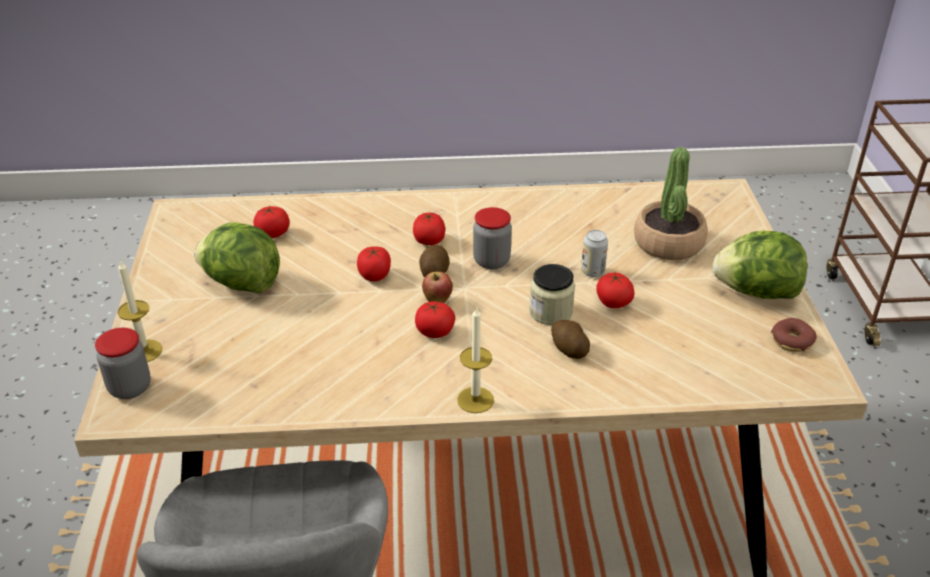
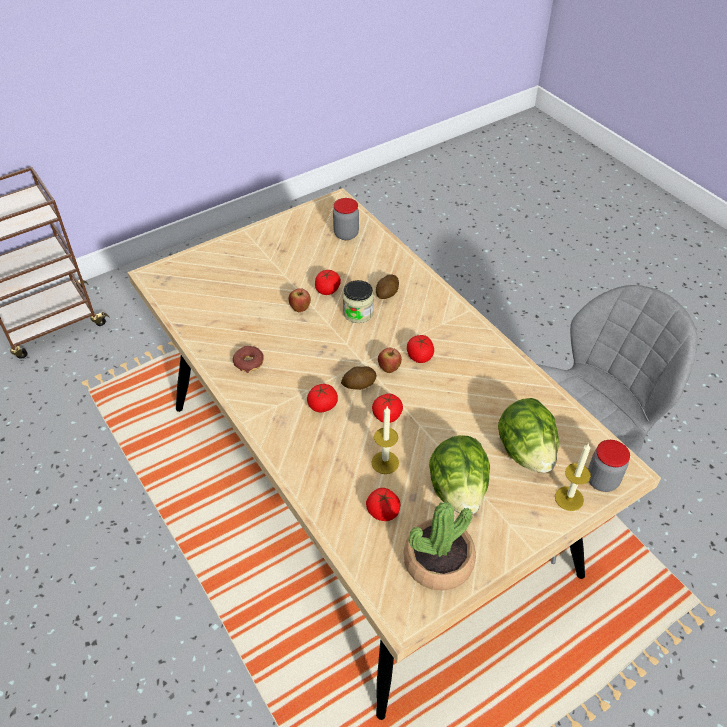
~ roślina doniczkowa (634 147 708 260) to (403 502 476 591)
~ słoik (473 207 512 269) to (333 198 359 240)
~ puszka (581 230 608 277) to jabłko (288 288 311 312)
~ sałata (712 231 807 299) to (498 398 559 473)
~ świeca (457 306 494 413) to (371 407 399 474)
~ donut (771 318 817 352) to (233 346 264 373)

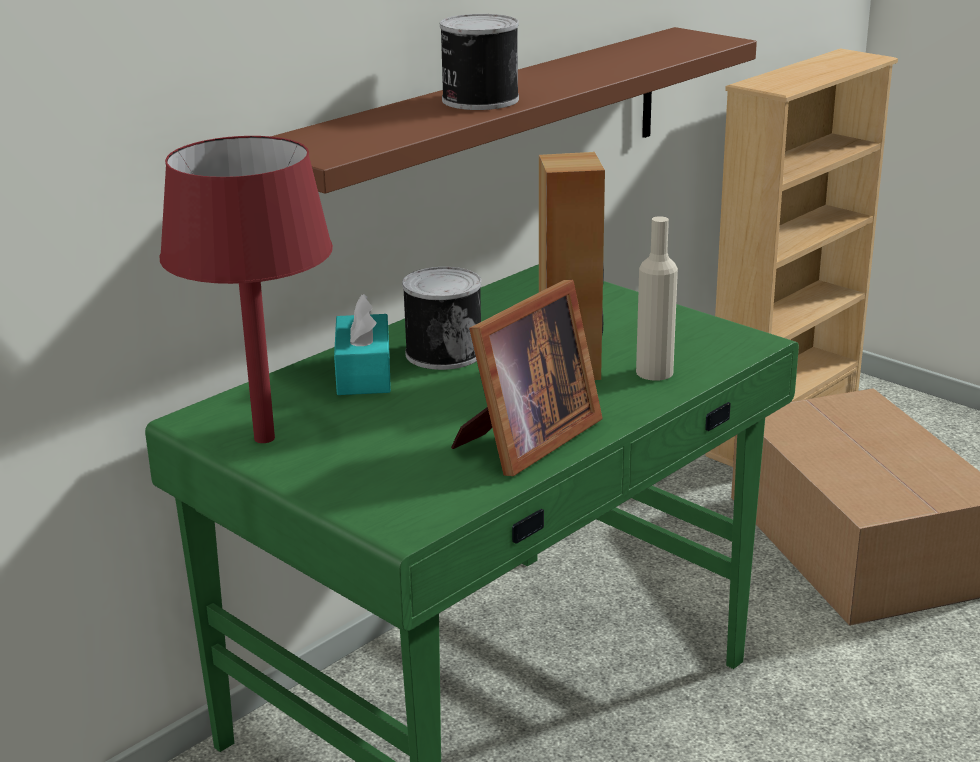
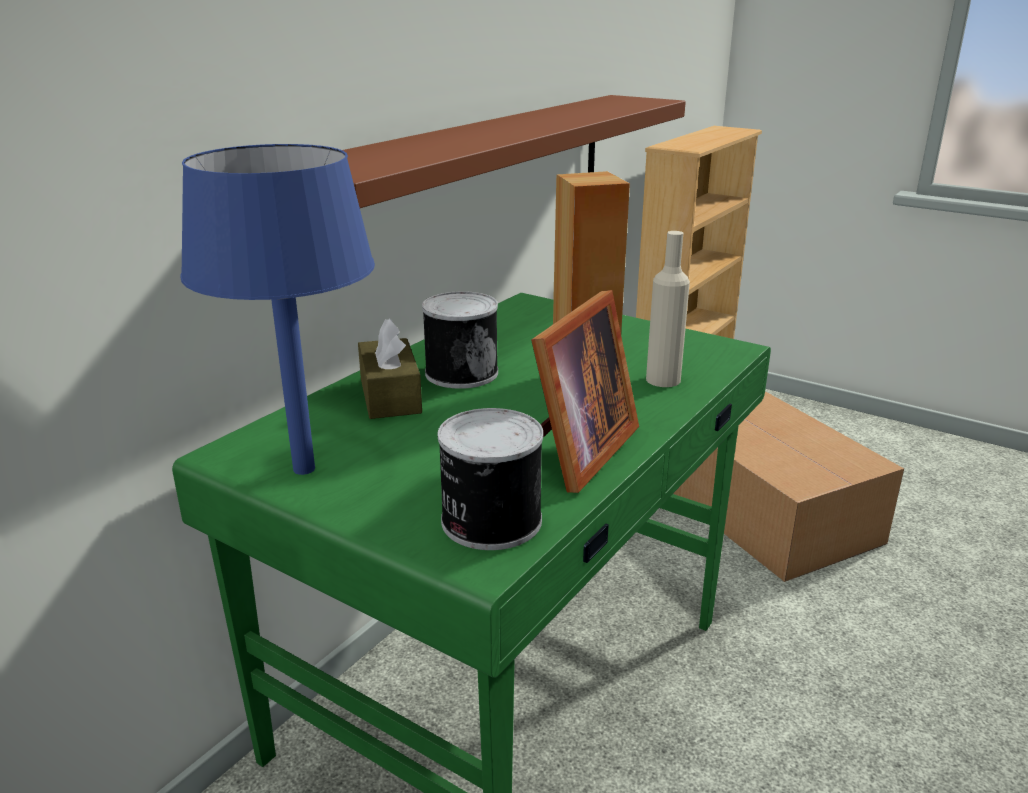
~ puszka (440 14 519 110) to (438 408 543 550)
~ lampa stołowa/czerwony (160 136 333 443) to lampa stołowa/niebieski (180 144 375 475)
~ pudełko chusteczek/turkusowy (334 294 391 395) to pudełko chusteczek/brązowy (358 318 422 419)

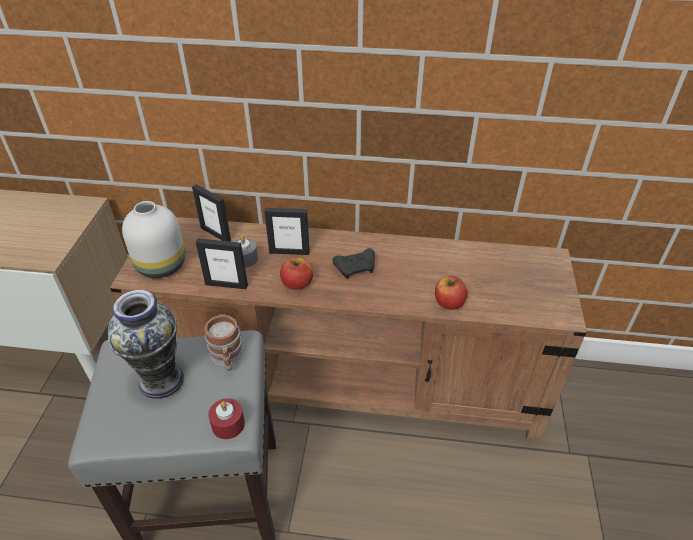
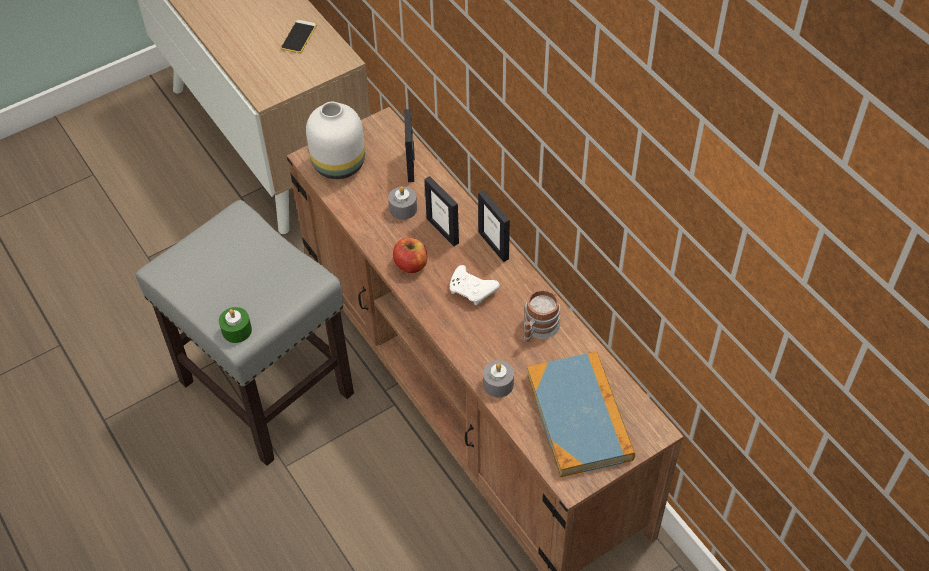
~ ramka na zdjęcie (196 238 248 289) to (478 190 510 262)
~ pad do gier/czarny (332 248 375 279) to pad do gier/biały (450 265 500 305)
~ jabłko (435 275 467 310) to świeca/szary (483 360 514 398)
- wazon (108 290 184 399)
~ kubek (205 314 244 371) to (523 289 560 342)
~ świeca/czerwony (208 398 245 439) to świeca/zielony (219 307 252 343)
+ telefon (281 20 317 53)
+ książka (527 351 635 477)

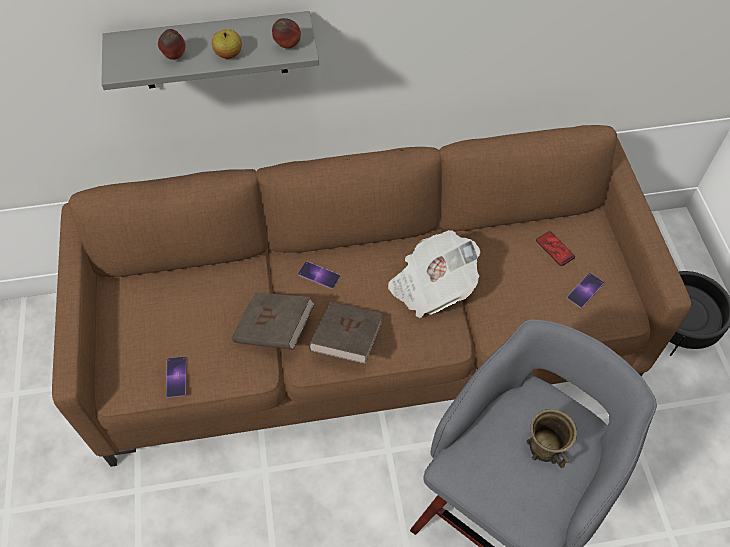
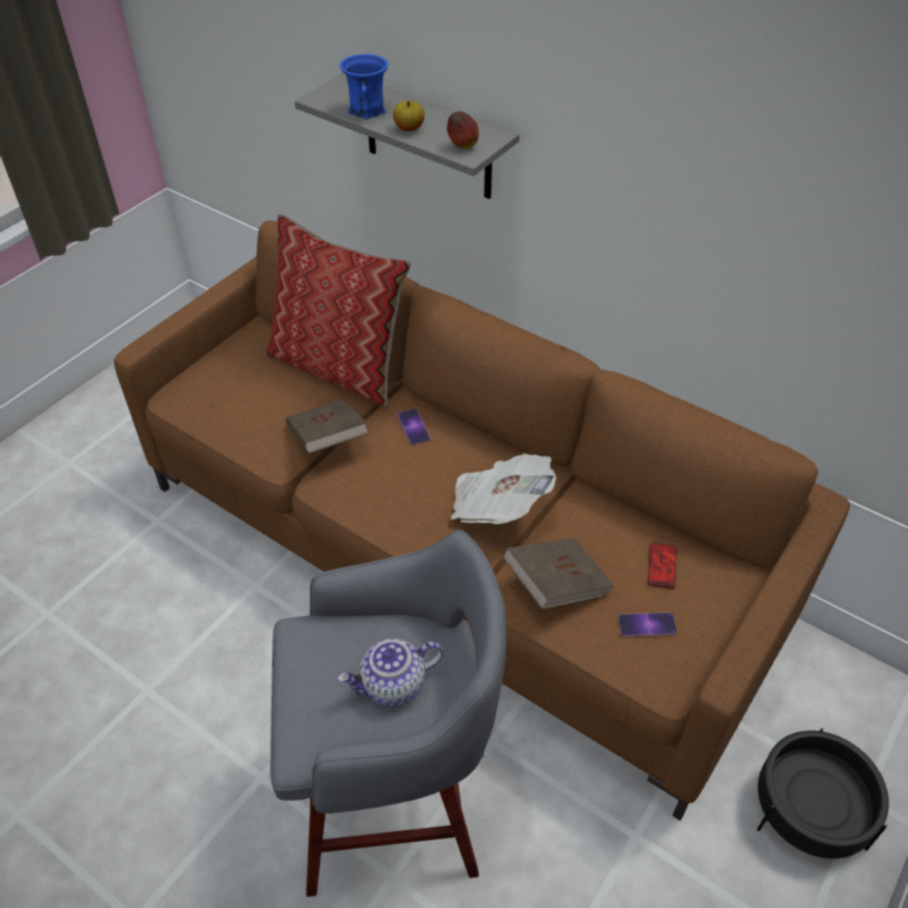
~ jabłko (158 29 186 60) to kubek/niebieski (340 54 388 120)
~ książka/brązowy (309 302 383 365) to (503 538 614 609)
- telefon (166 356 186 398)
~ kubek/brązowy (527 409 577 468) to imbryk (338 638 443 707)
+ poduszka (266 214 411 408)

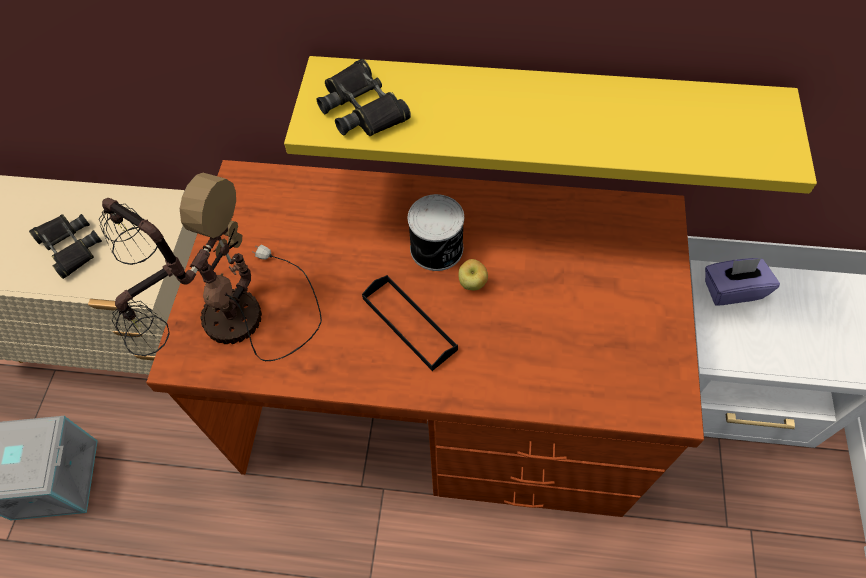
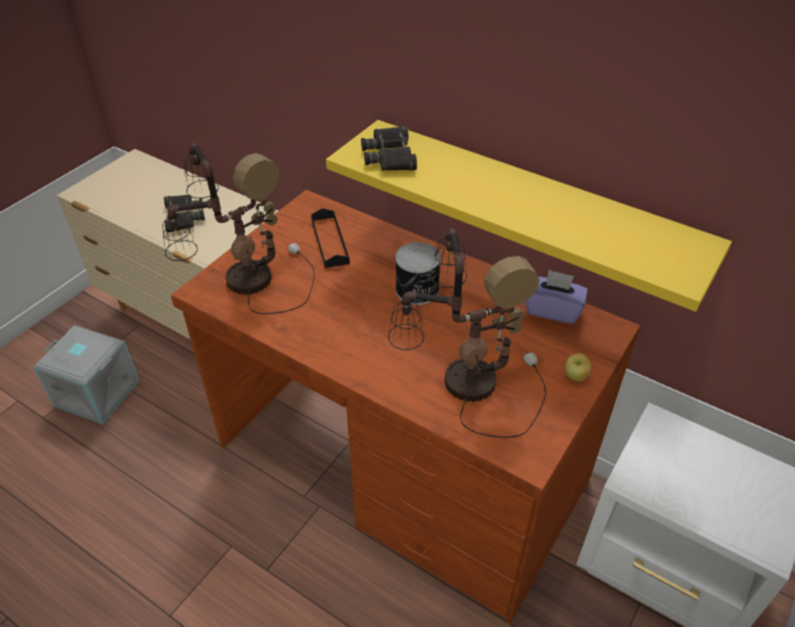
~ pudełko chusteczek/fioletowy (705 258 780 306) to (525 269 588 324)
~ jabłko (459 259 488 290) to (565 353 592 382)
~ taca/czarny (362 275 458 371) to (311 208 350 268)
+ lampa stołowa (388 228 546 438)

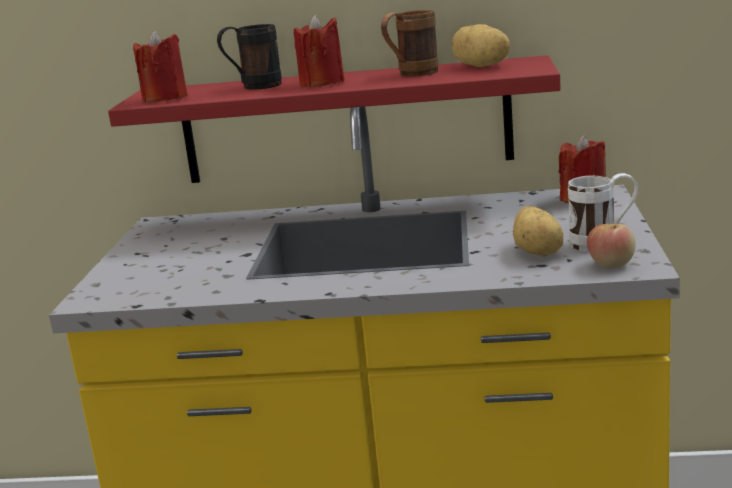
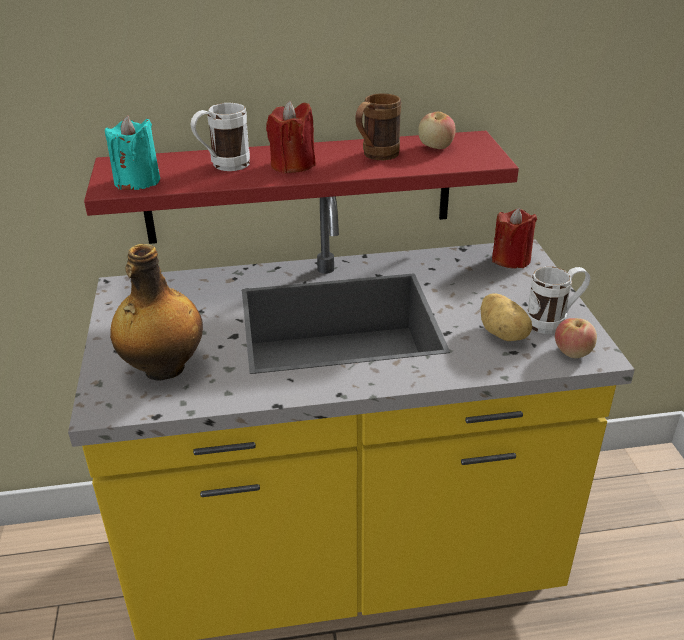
~ kubek/czarny (217 24 282 90) to kubek/biały (191 103 250 171)
~ ziemniak (451 24 510 67) to jabłko (418 112 455 149)
~ świeca/czerwony (133 30 188 103) to świeca/turkusowy (105 115 160 190)
+ butelka (110 244 203 380)

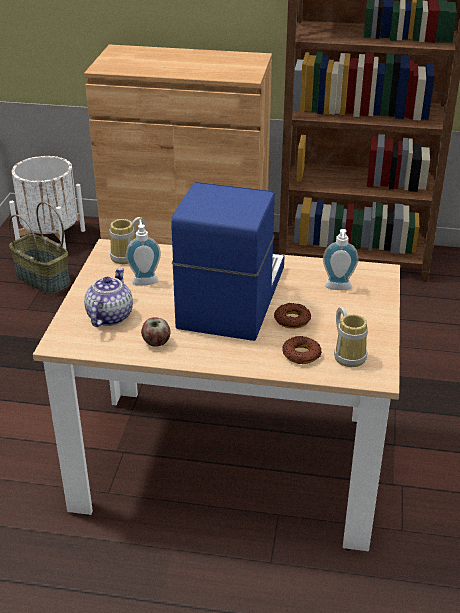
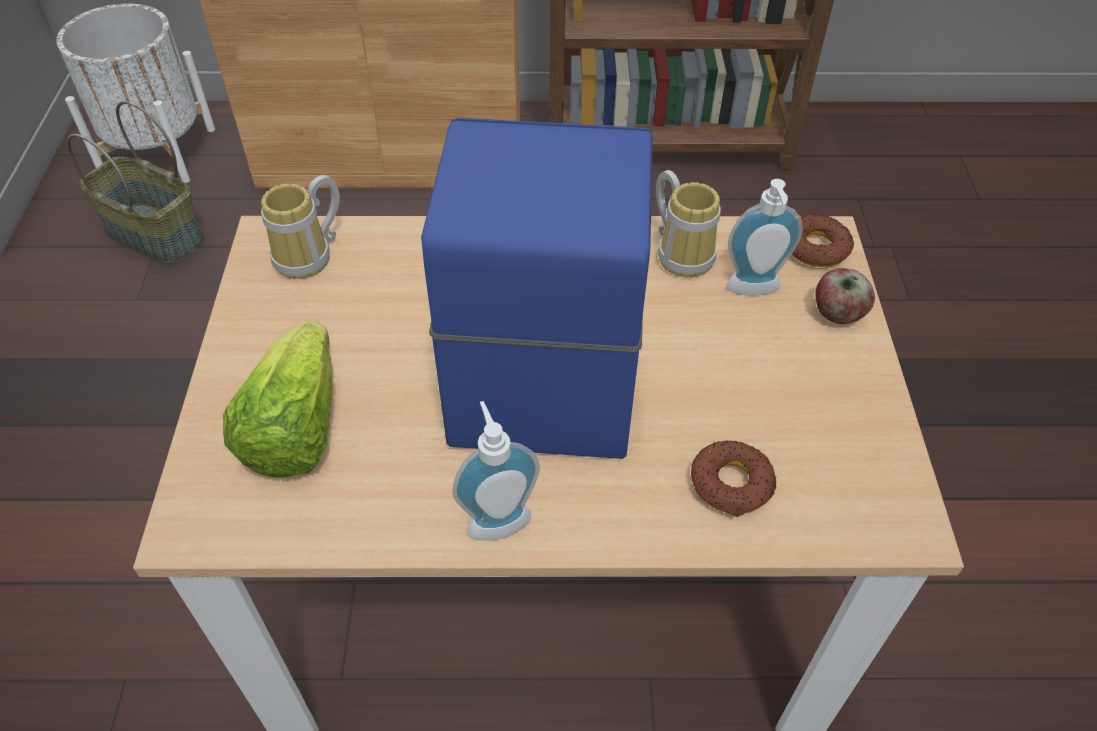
~ dozownik mydła (126 220 161 286) to (452 401 540 540)
~ imbryk (84 268 133 327) to sałata (223 321 333 477)
~ donut (274 303 311 329) to (792 214 854 267)
~ kubek (334 307 368 367) to (656 170 721 277)
~ jabłko (141 317 170 347) to (815 268 875 324)

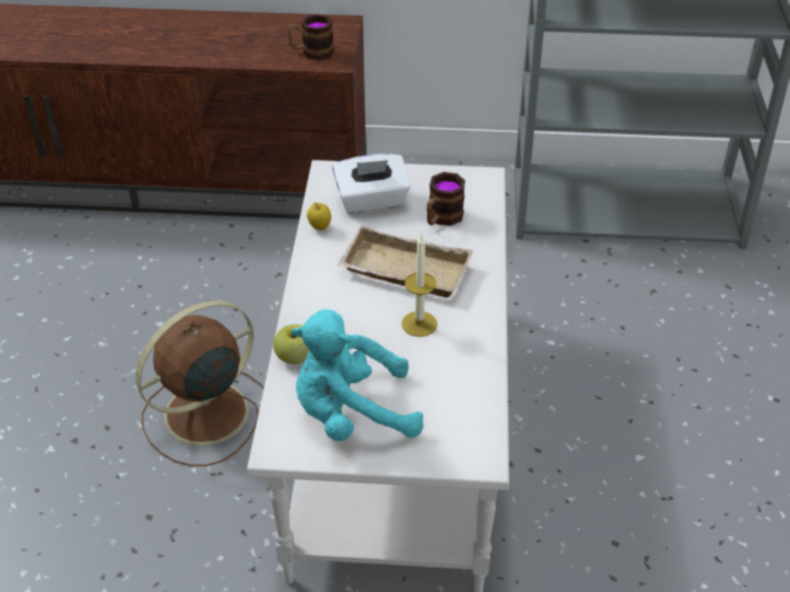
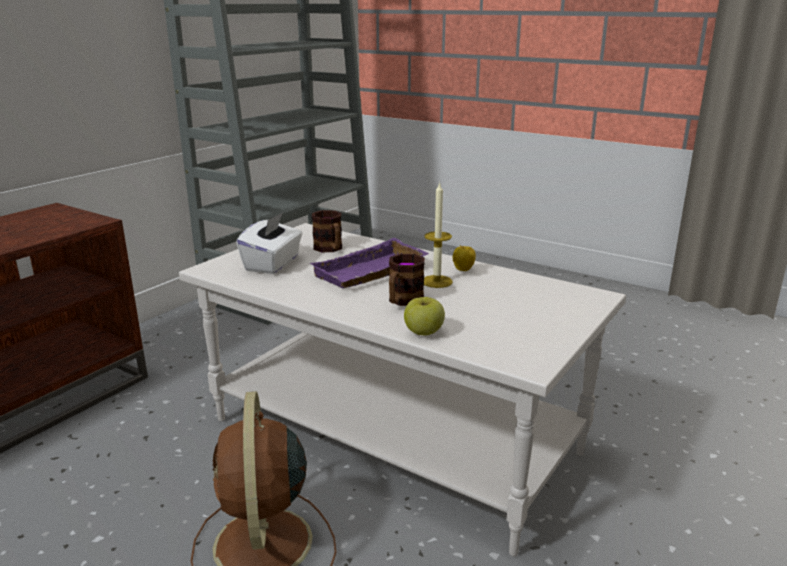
~ kubek (288 14 334 60) to (389 254 425 306)
~ jabłko (307 202 331 230) to (453 245 476 271)
~ taca/beżowy (337 226 473 297) to taca/fioletowy (309 238 429 288)
- pluszak/turkusowy (291 309 424 441)

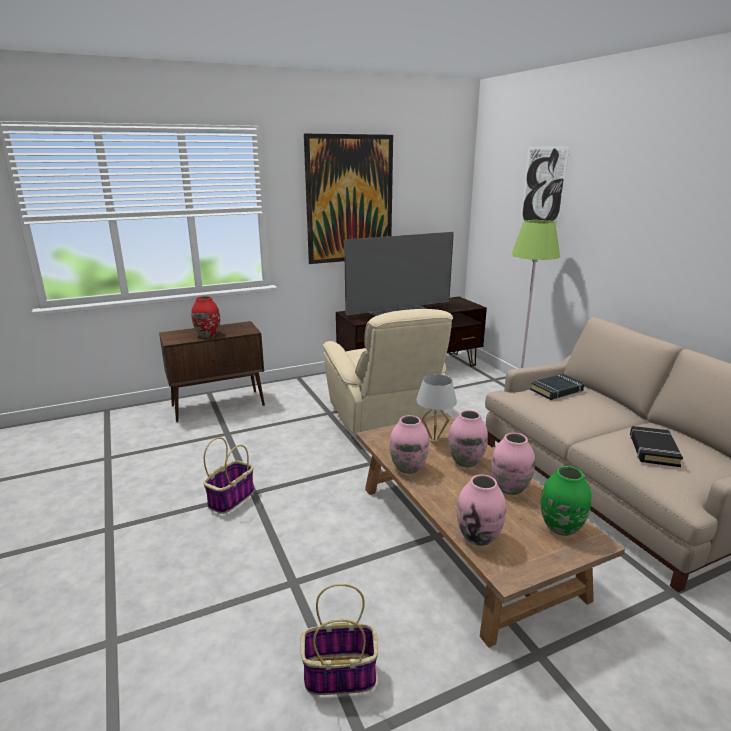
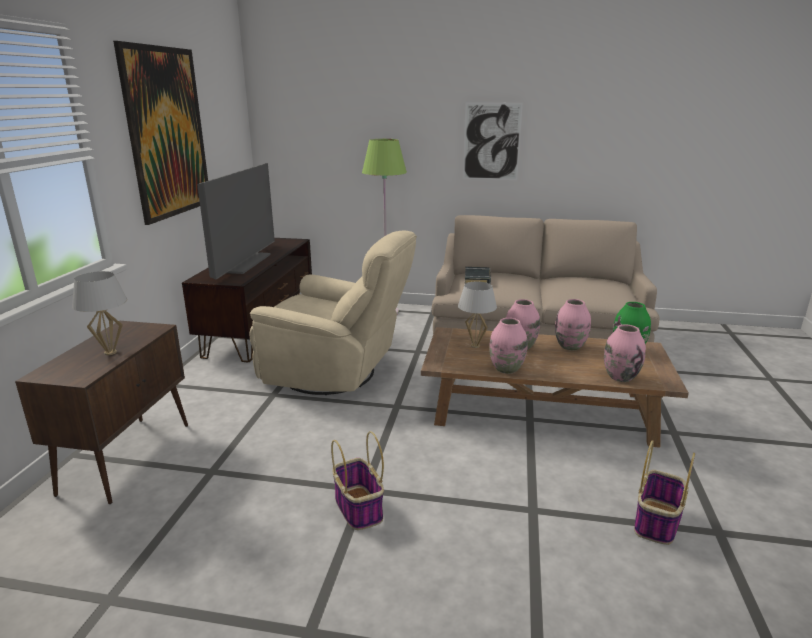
~ obraz (521 146 569 229) to (463 102 523 180)
~ wazon/czerwony (192 296 220 337) to lampa stołowa/biały (72 271 127 355)
- książka/czarny (630 426 683 467)

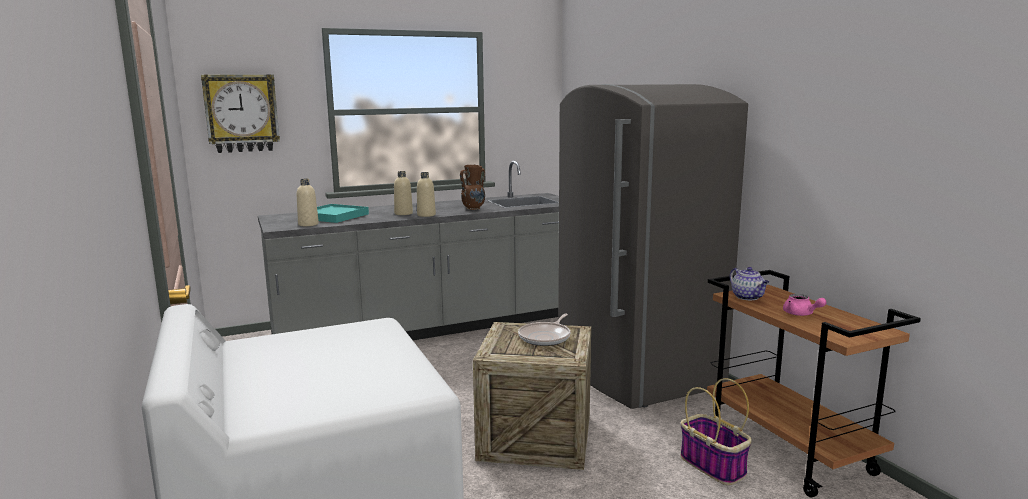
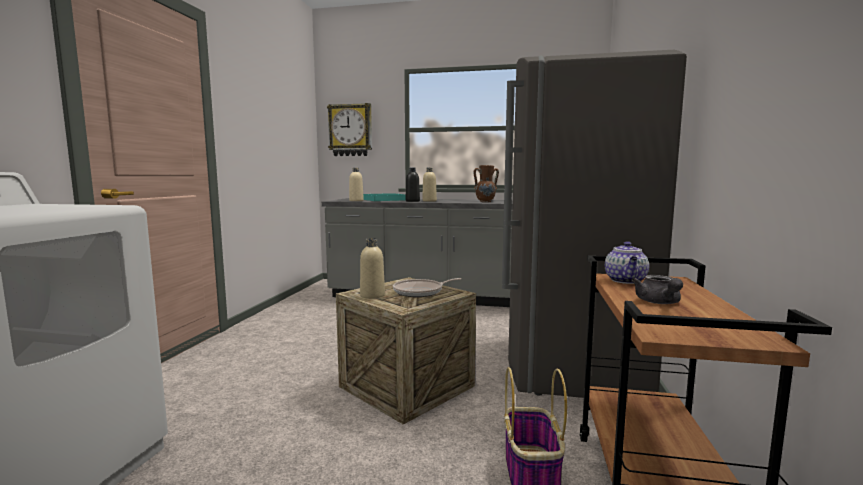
~ butelka/beżowy (417 172 436 217) to (360 238 385 299)
~ imbryk/różowy (783 294 827 316) to imbryk/szary (632 275 683 304)
+ butelka/czarny (406 167 420 202)

